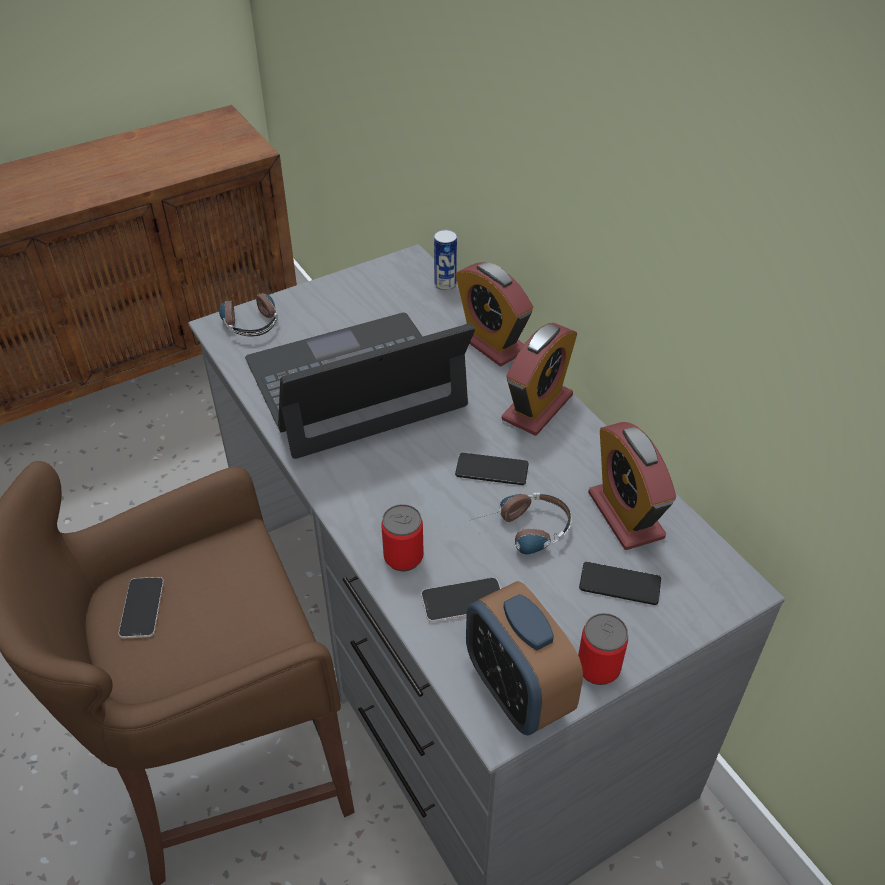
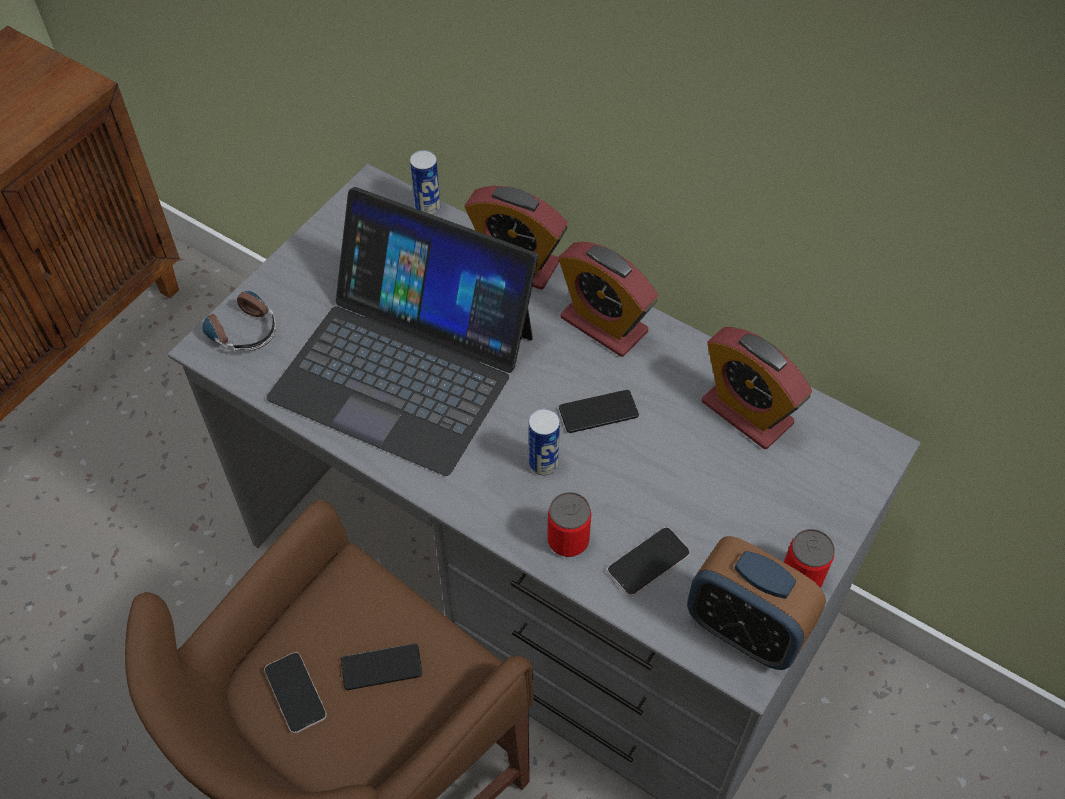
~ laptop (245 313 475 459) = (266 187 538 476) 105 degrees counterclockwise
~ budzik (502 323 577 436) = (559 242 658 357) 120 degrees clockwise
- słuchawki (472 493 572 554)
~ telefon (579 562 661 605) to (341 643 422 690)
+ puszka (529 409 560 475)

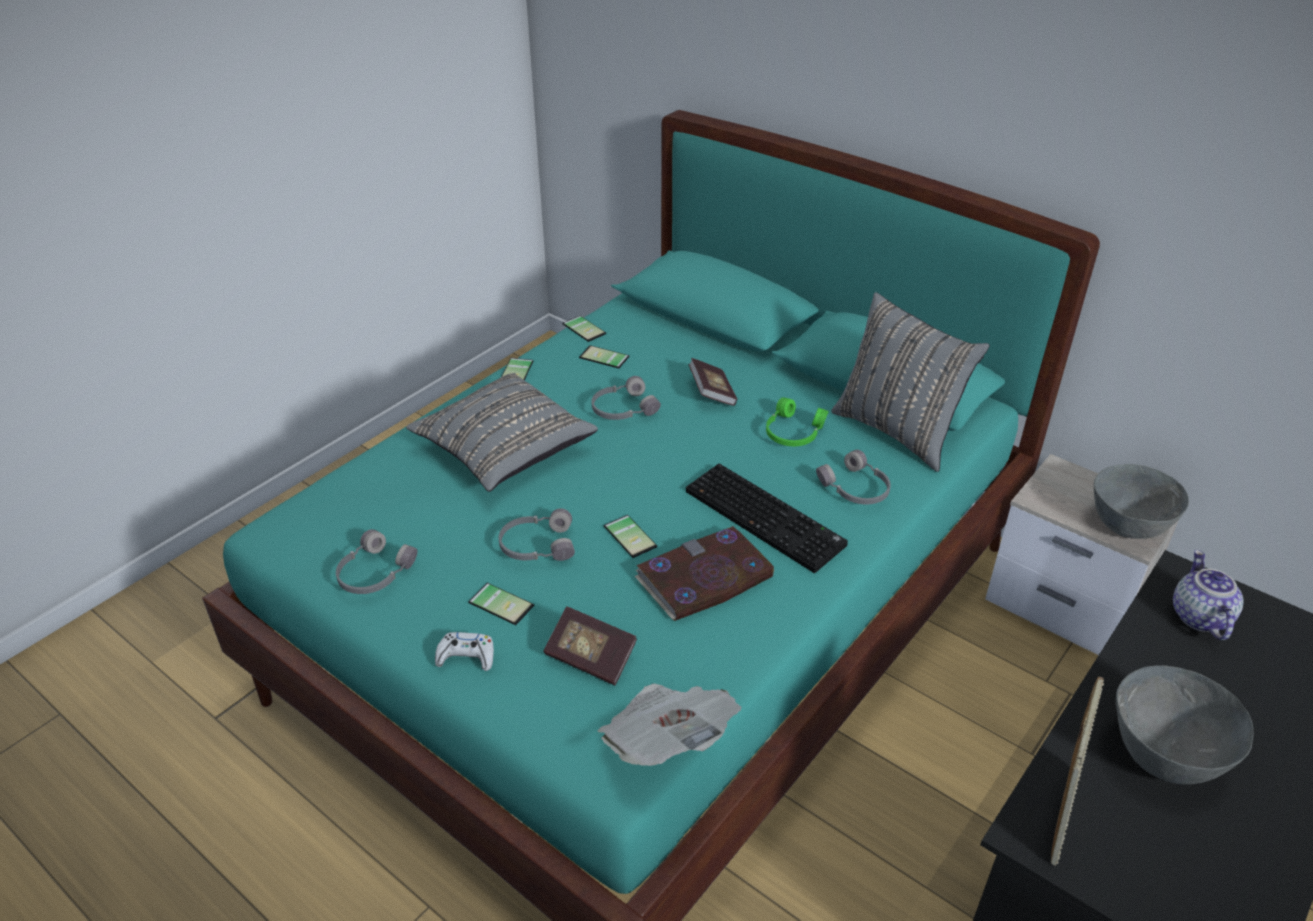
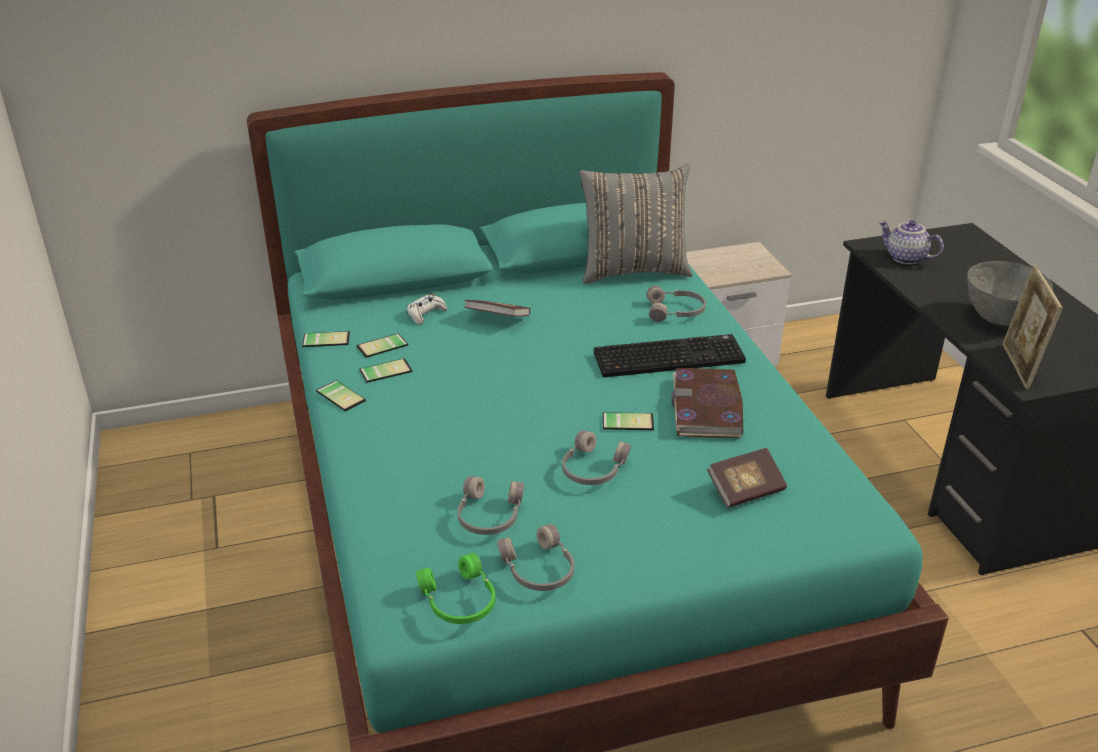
- poduszka/szary (406 373 598 492)
~ słuchawki/szary (592 376 661 420) to (458 476 524 535)
~ słuchawki/zielony (766 397 829 446) to (416 553 495 624)
- miska/szary (1094 464 1189 539)
~ telefon (468 583 534 625) to (360 358 412 383)
~ pad do gier/biały (435 632 494 671) to (407 294 447 325)
~ ramka na zdjęcie (1051 677 1104 866) = (1002 265 1063 389) 150 degrees counterclockwise
- gazeta (597 683 741 766)

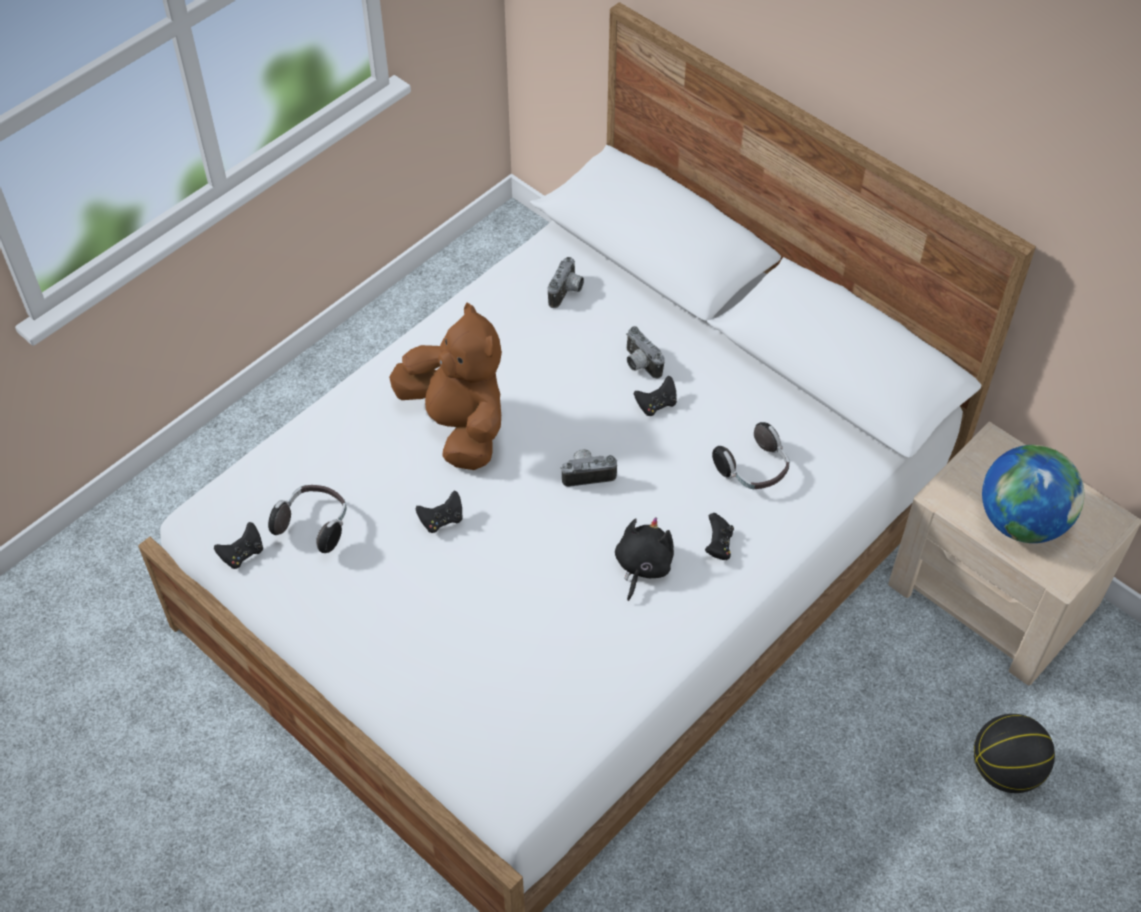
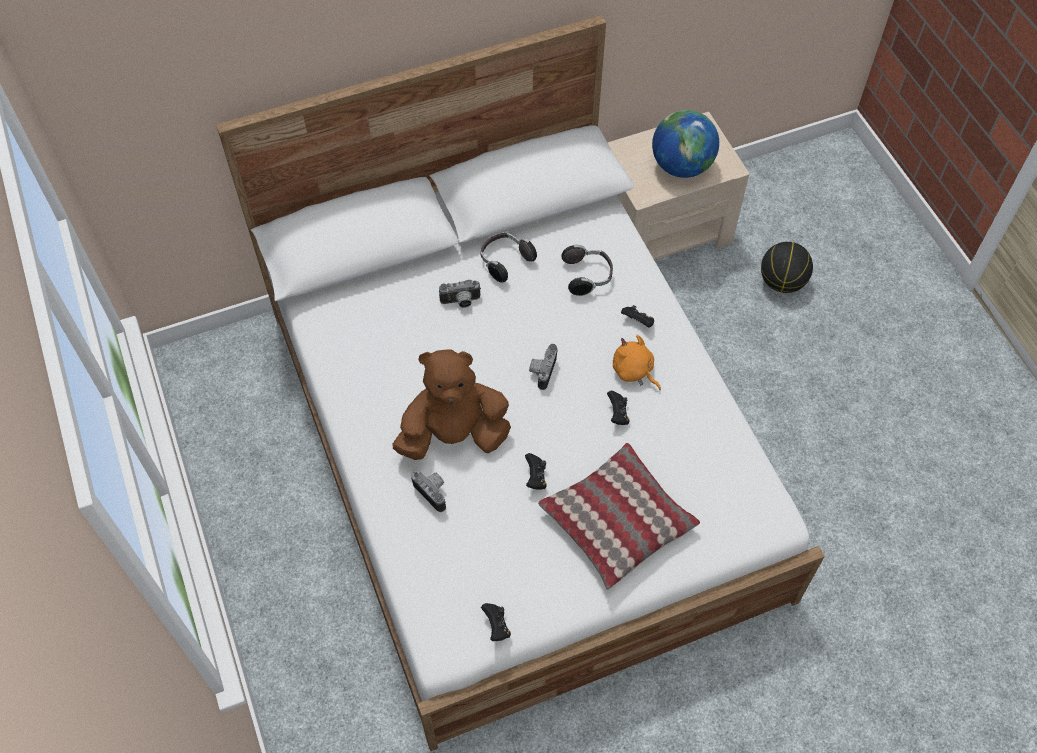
~ aparat fotograficzny (548 257 584 308) to (411 470 446 512)
~ pad do gier/czarny (634 376 677 416) to (607 391 630 425)
~ słuchawki (268 485 347 553) to (480 233 537 282)
~ pluszak/czarny (615 517 674 601) to pluszak/pomarańczowy (613 335 661 390)
+ poduszka (538 443 700 590)

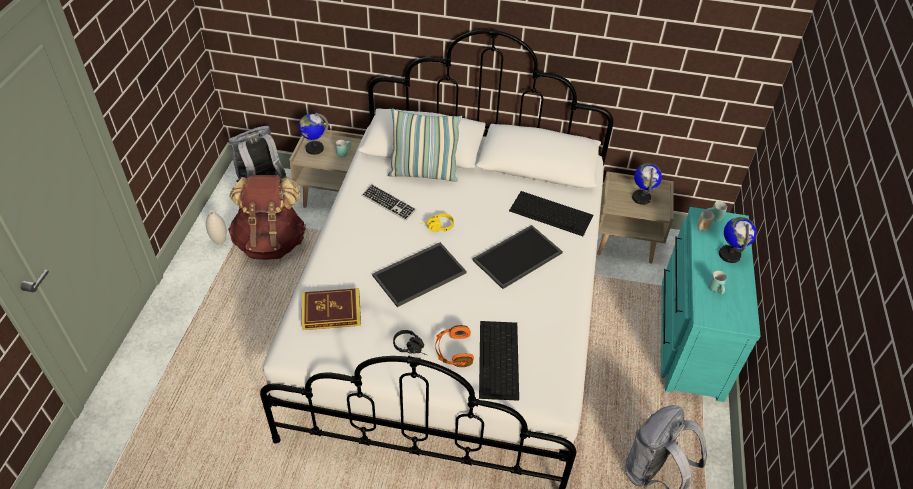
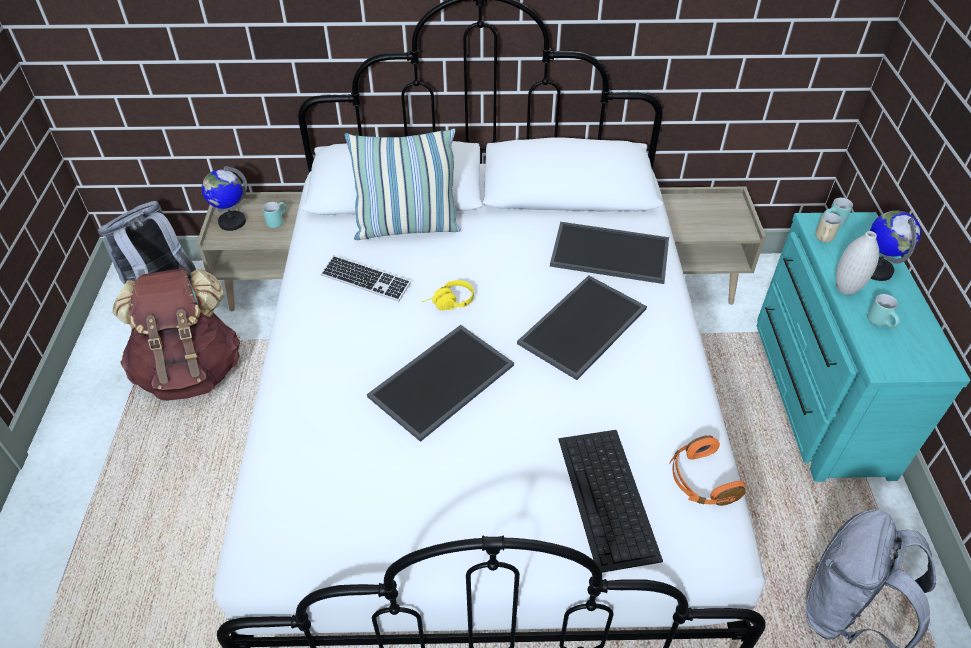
- globus (632 163 662 205)
~ klawiatura (509 191 594 236) to taca (550 222 669 284)
~ wazon/biały (206 210 227 244) to (836 231 879 295)
- książka (302 288 361 330)
~ słuchawki/pomarańczowy (435 325 474 367) to (669 436 746 506)
- słuchawki/czarny (393 330 427 355)

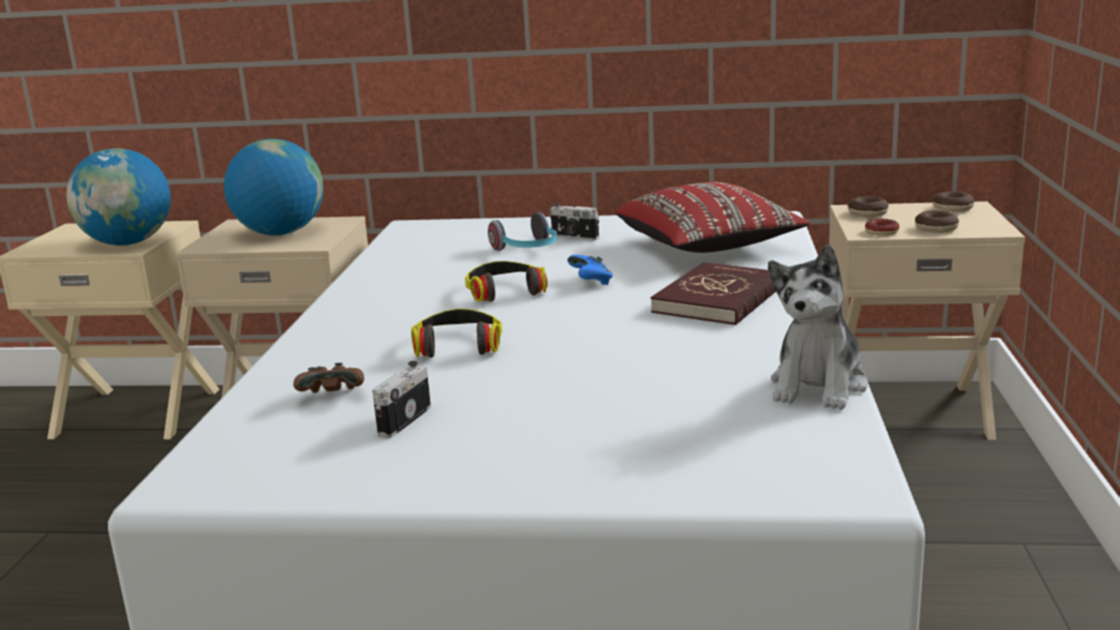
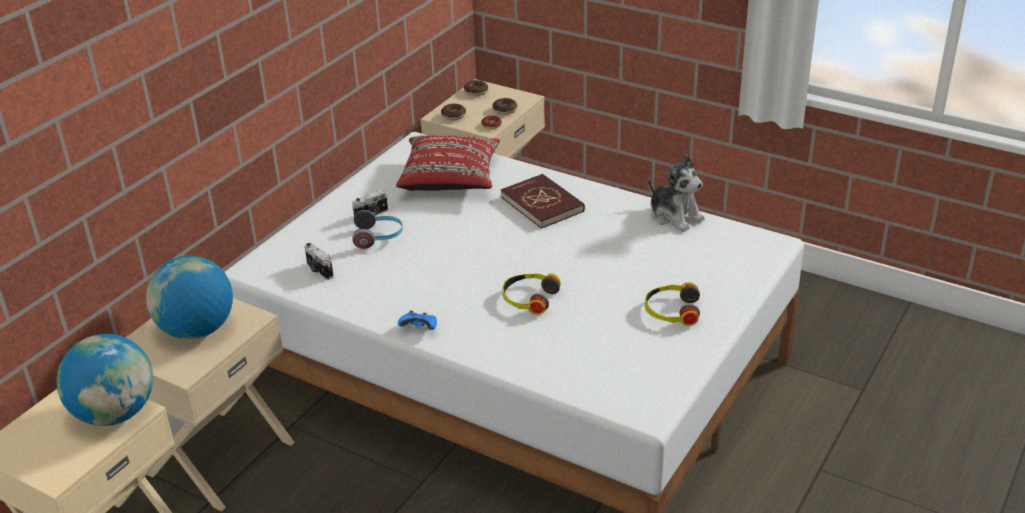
~ pad do gier/niebieski (567 255 613 285) to (398 311 437 330)
~ słuchawki (465 261 547 302) to (645 282 700 326)
~ aparat fotograficzny (372 361 431 438) to (304 243 334 280)
- pad do gier/brązowy (293 363 364 393)

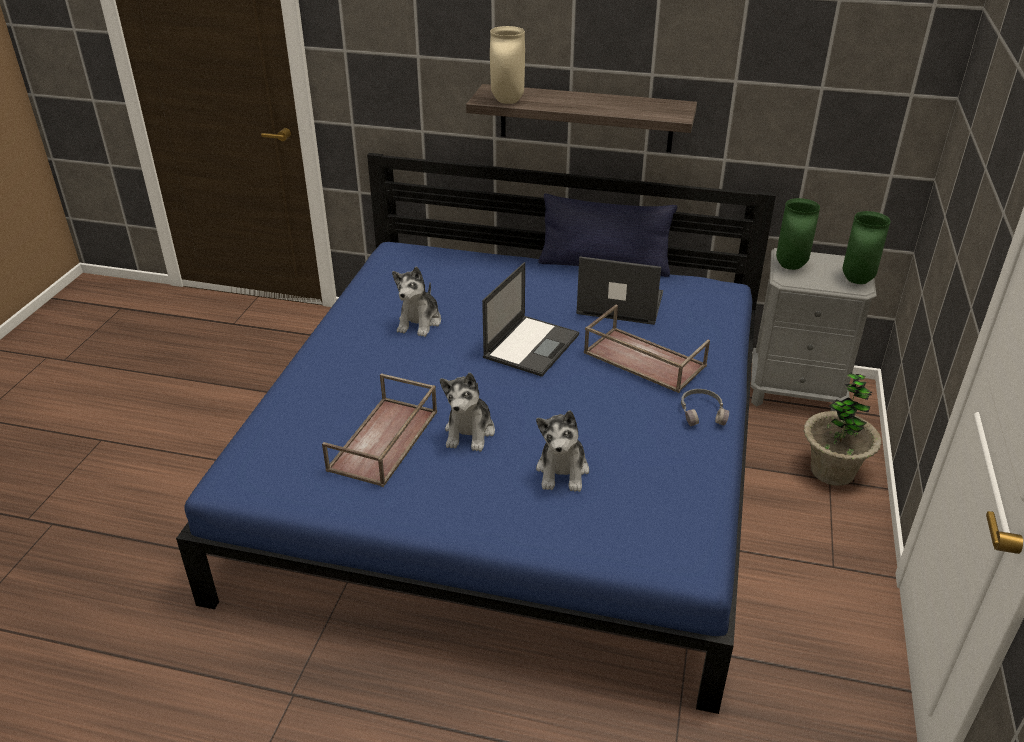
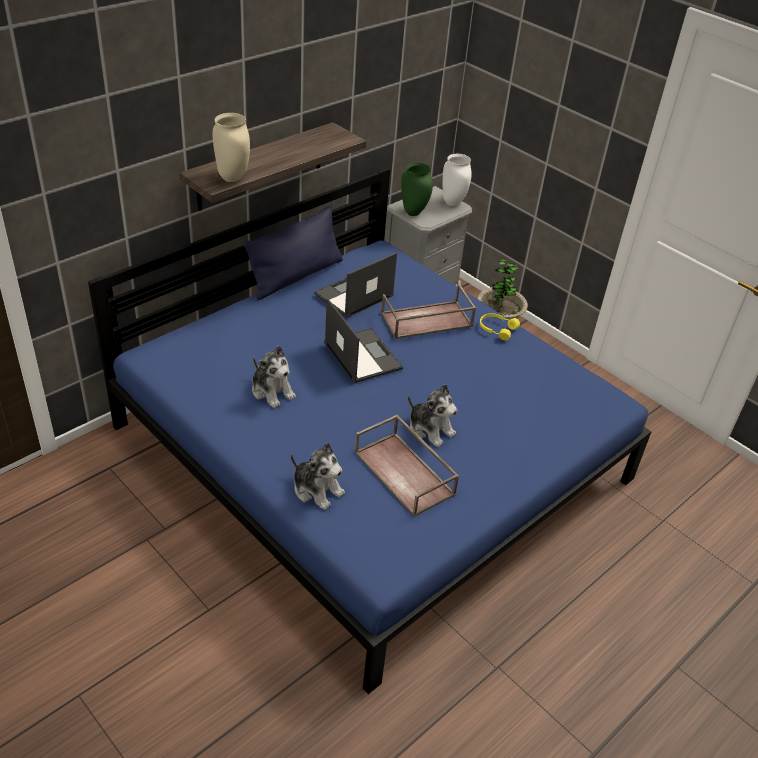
~ wazon/zielony (843 211 890 284) to wazon/biały (443 154 472 206)
~ słuchawki/szary (681 389 729 426) to słuchawki/żółty (480 313 520 341)
~ pluszak (536 410 589 492) to (290 443 345 510)

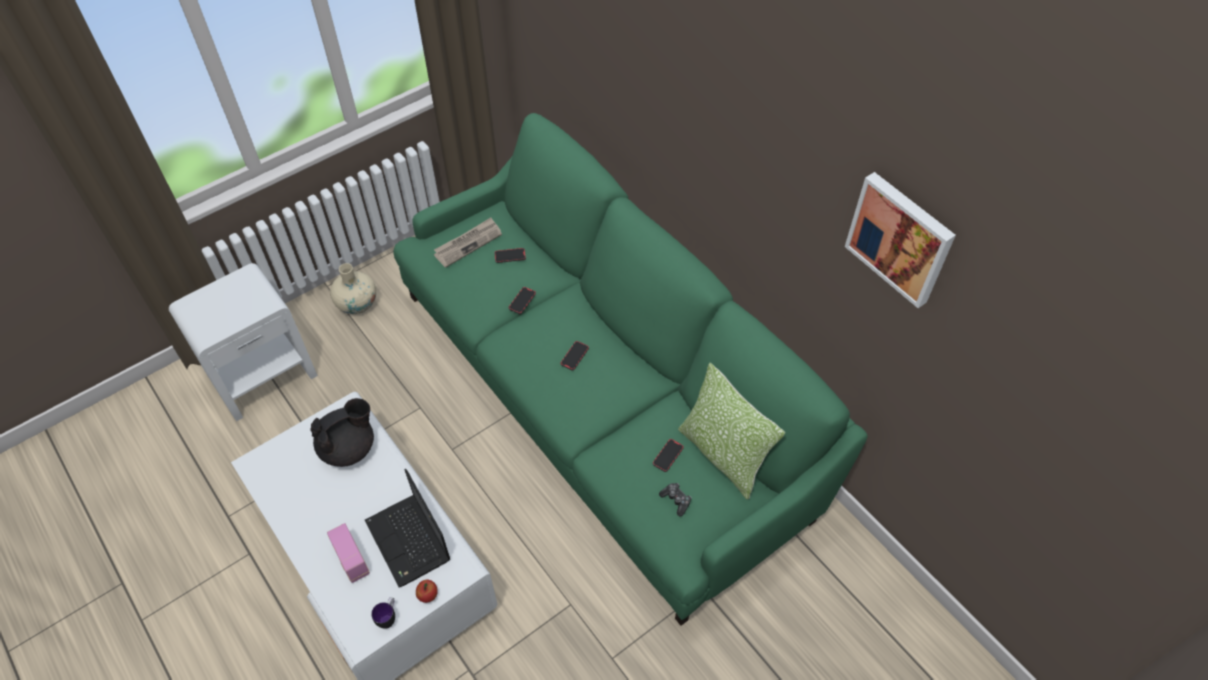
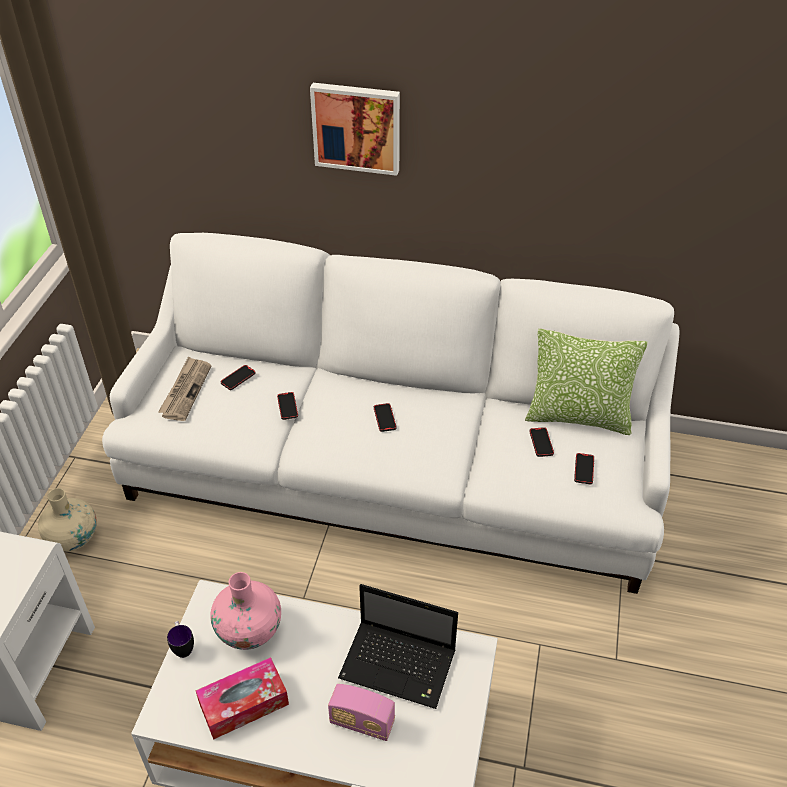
~ kanapa/zielony (393 113 868 626) to kanapa/biały (102 233 679 594)
~ obraz (845 172 956 308) to (310 83 400 176)
~ imbryk/czarny (310 398 374 467) to wazon/różowy (210 572 281 650)
~ pad do gier (659 483 692 516) to telefon (574 453 594 484)
- jabłko (416 580 438 603)
~ kubek (371 597 395 629) to (167 621 194 658)
+ pudełko chusteczek (196 657 289 740)

